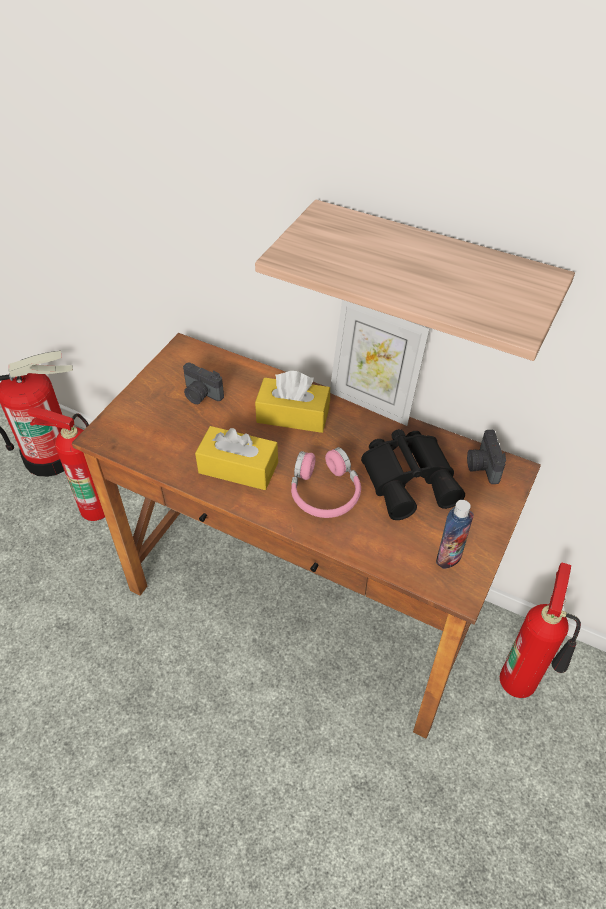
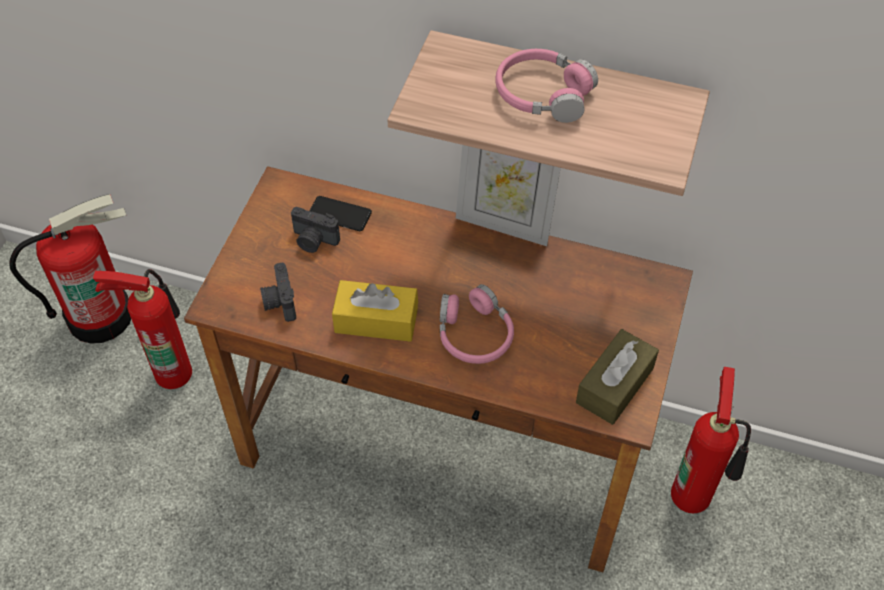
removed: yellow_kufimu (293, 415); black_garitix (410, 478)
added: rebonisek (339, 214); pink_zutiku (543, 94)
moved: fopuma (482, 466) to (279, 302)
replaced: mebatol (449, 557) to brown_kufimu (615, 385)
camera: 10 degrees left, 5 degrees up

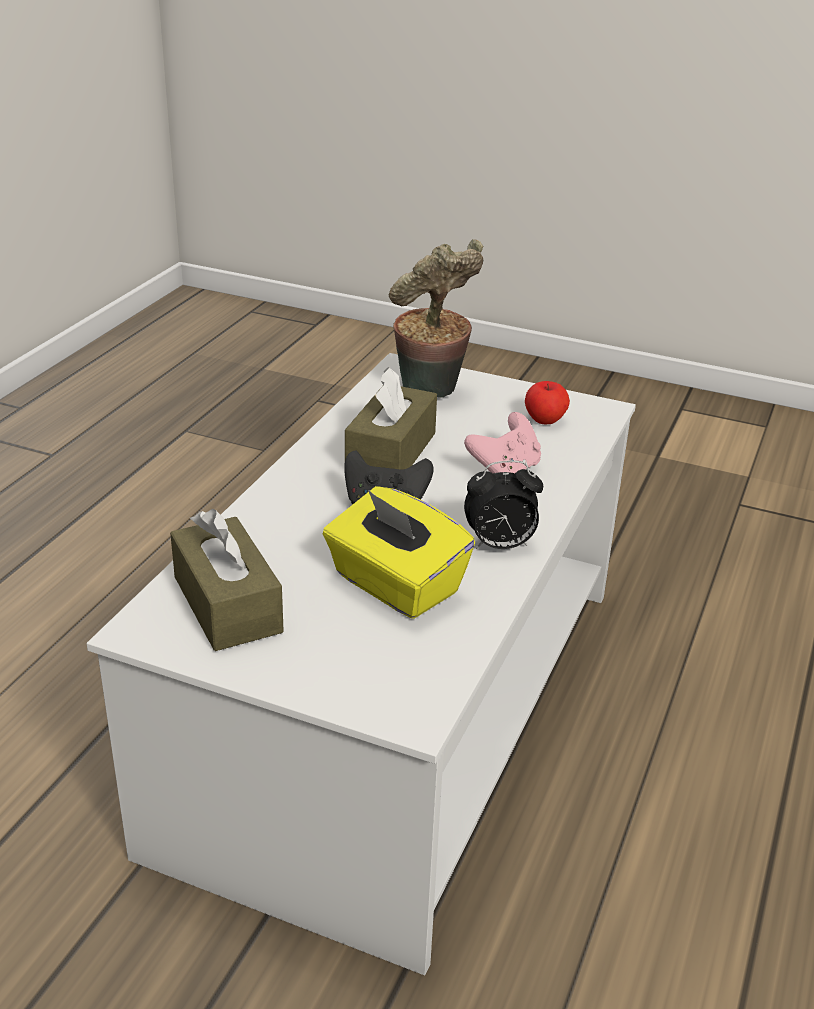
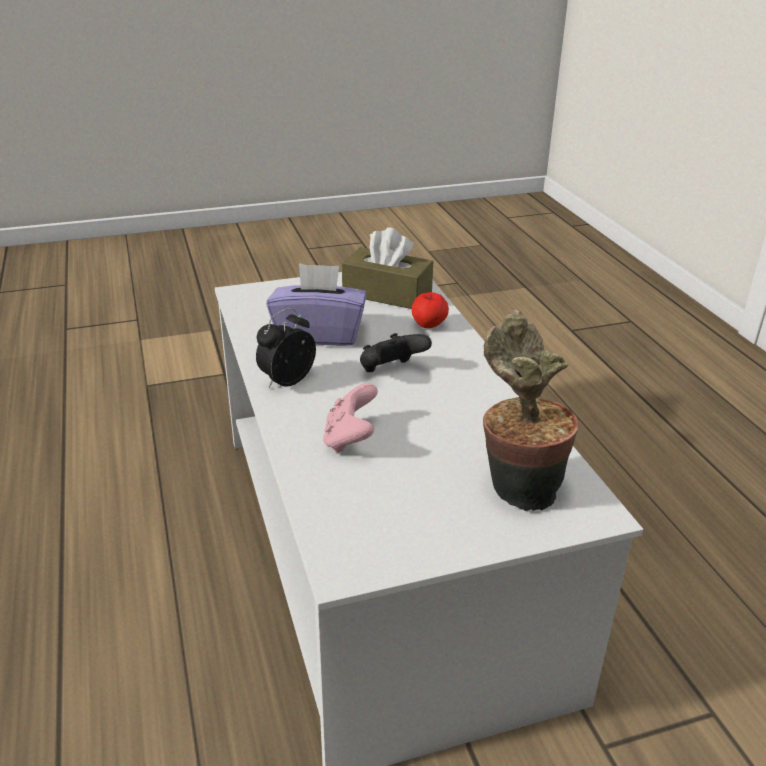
removed: brown_kufimu (391, 452)
moved: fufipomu (545, 420) to (428, 325)
recoloured: yellow_kufimu (395, 585) to purple_kufimu (319, 334)
camera: 140 degrees right, 0 degrees up

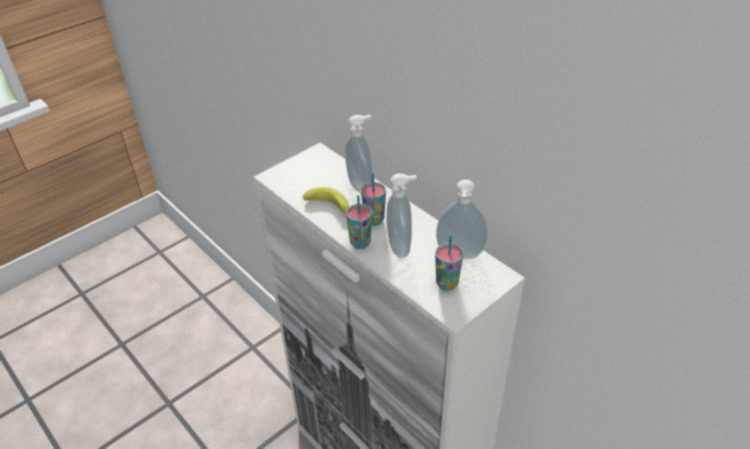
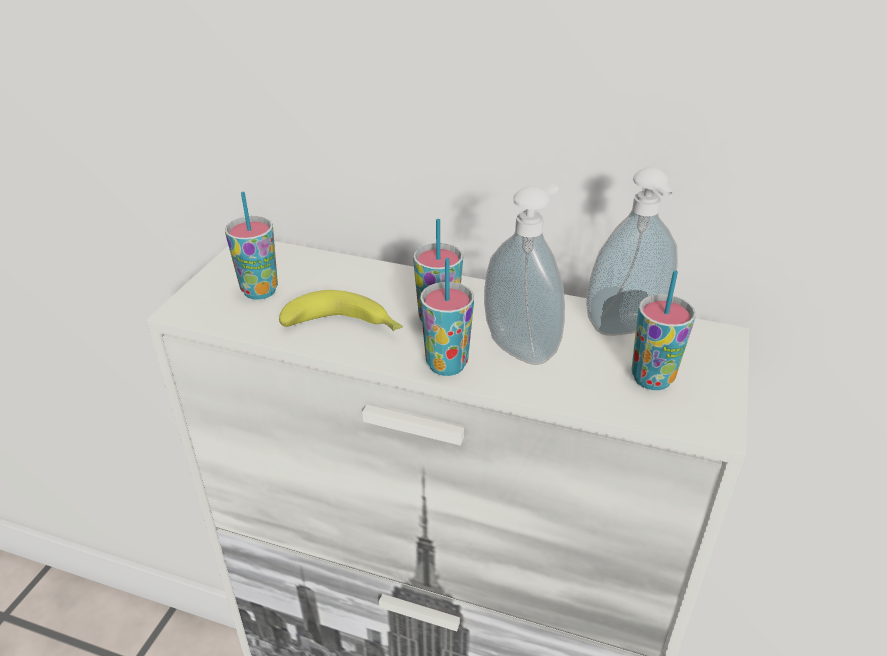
removed: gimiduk (361, 185)
added: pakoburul (260, 291)
camera: 30 degrees left, 5 degrees down

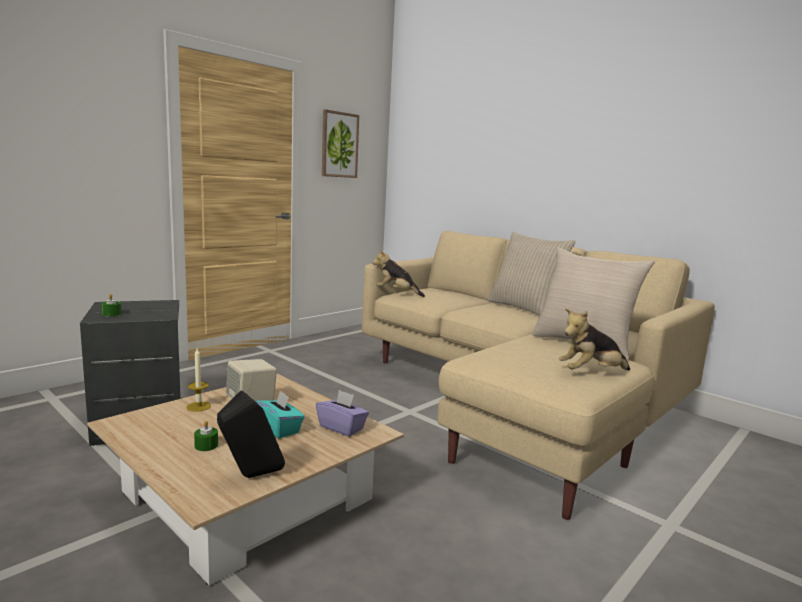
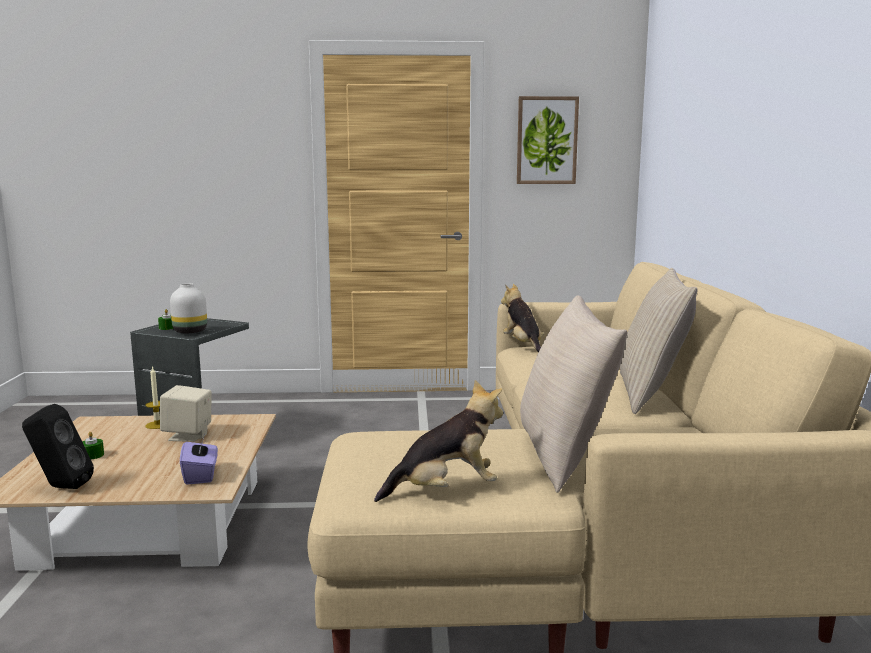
removed: turquoise_kufimu (279, 429)
added: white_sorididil (189, 331)
turned: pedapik (591, 373) = (445, 490) 135 degrees clockwise
camera: 45 degrees right, 0 degrees up

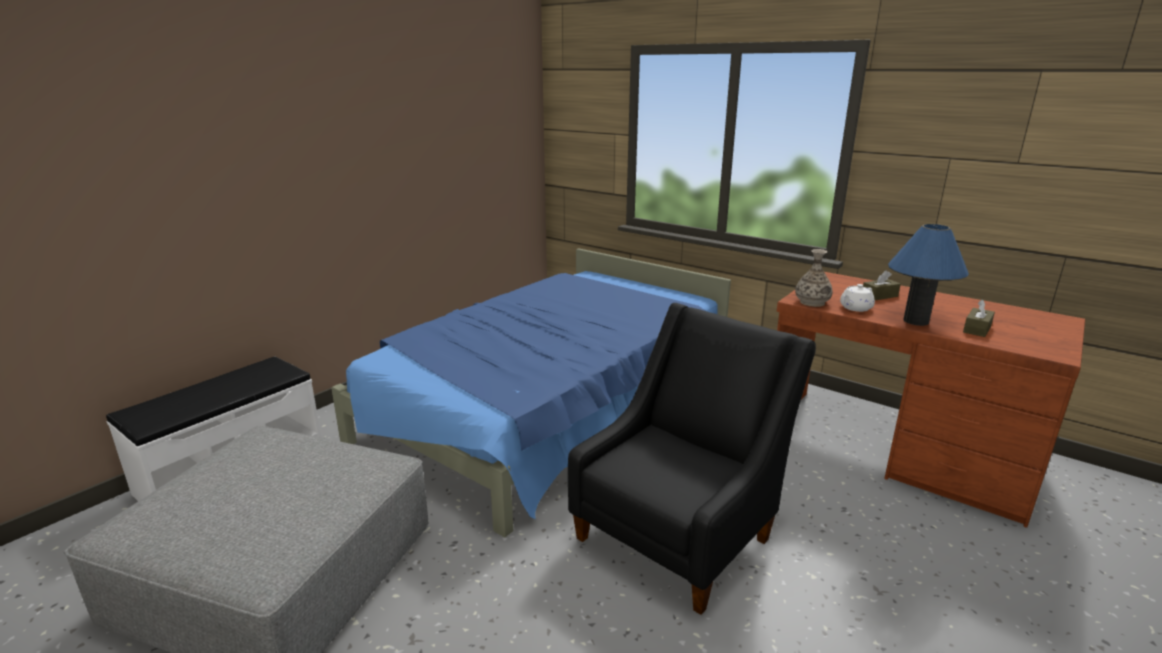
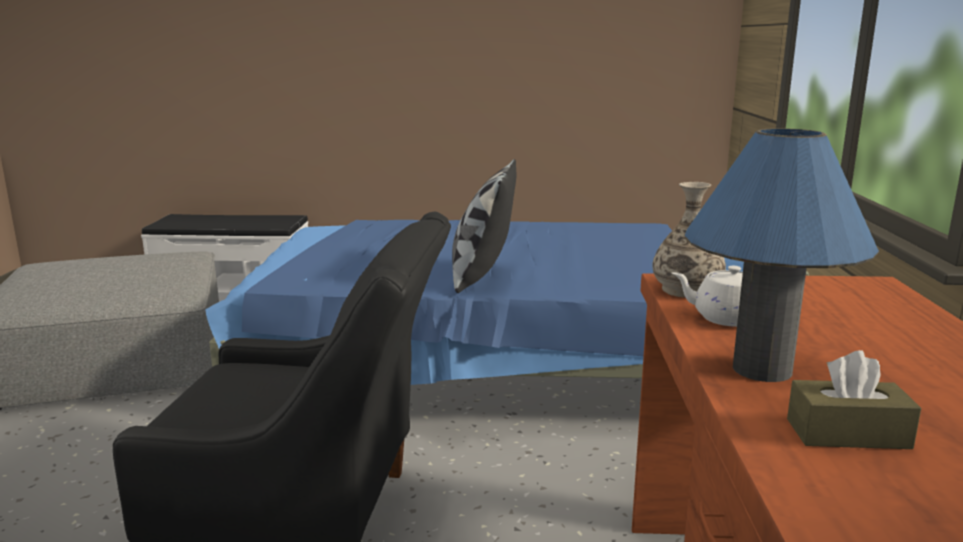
removed: brown_kufimu (879, 296)
added: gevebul (482, 276)
camera: 55 degrees right, 5 degrees down

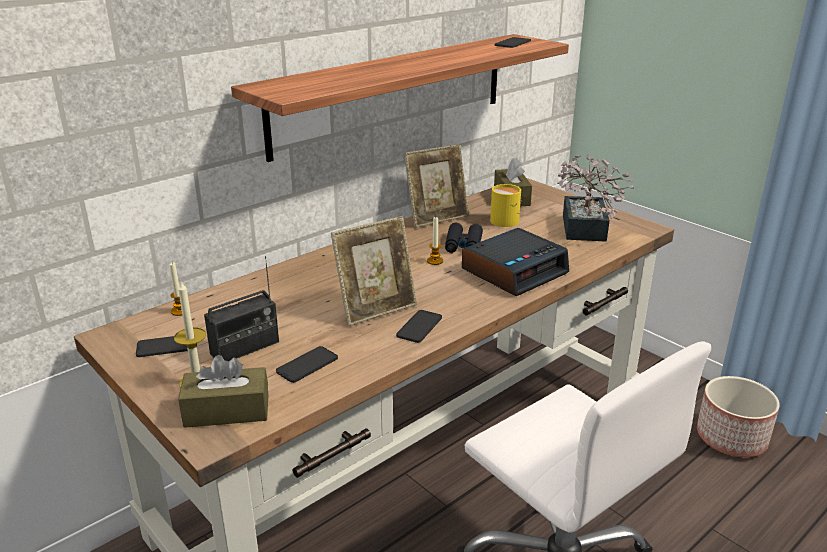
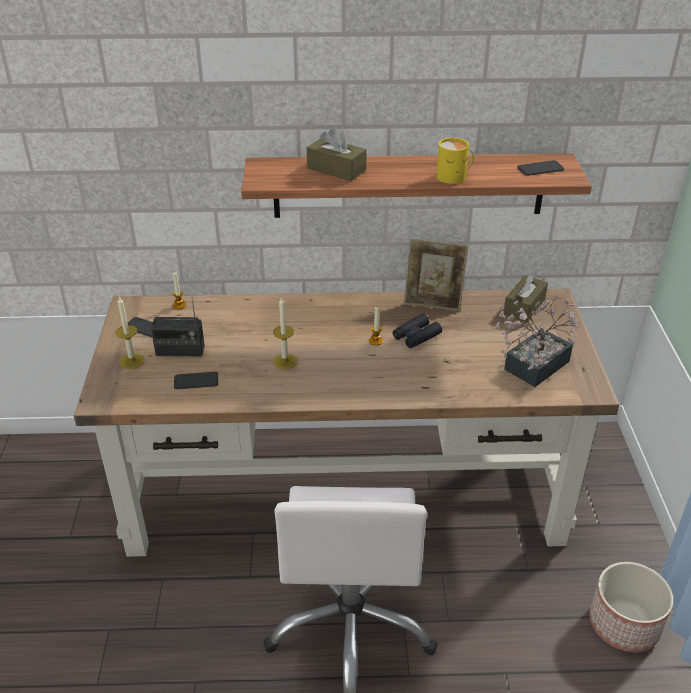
removed: rebonisek (419, 326); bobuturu (514, 271)
moved: brown_kufimu (227, 411) to (336, 169); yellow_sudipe (506, 220) to (454, 176)
replaced: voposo (376, 309) to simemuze (285, 361)
camera: 40 degrees right, 10 degrees up

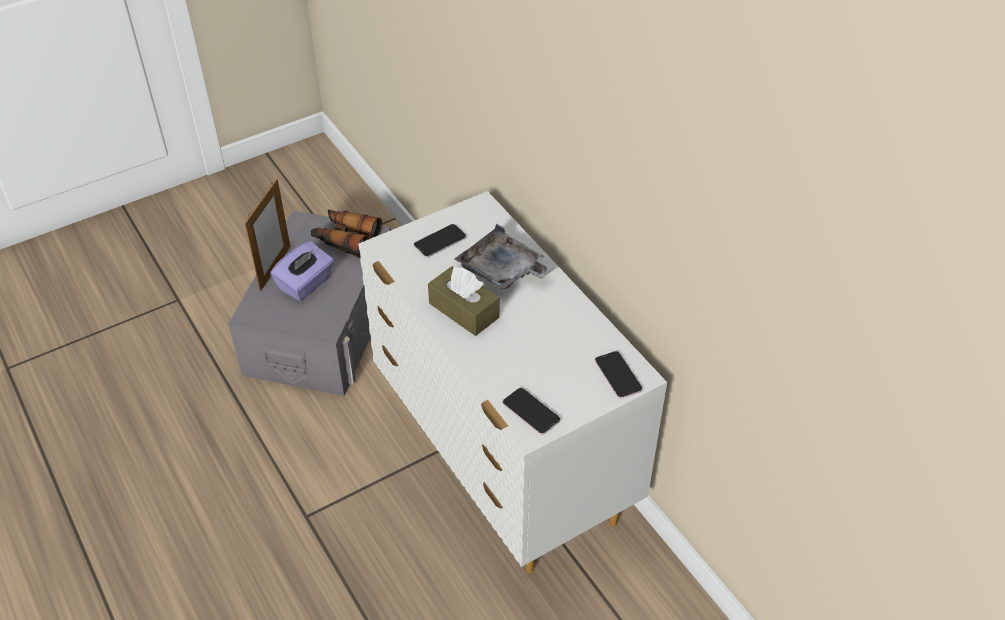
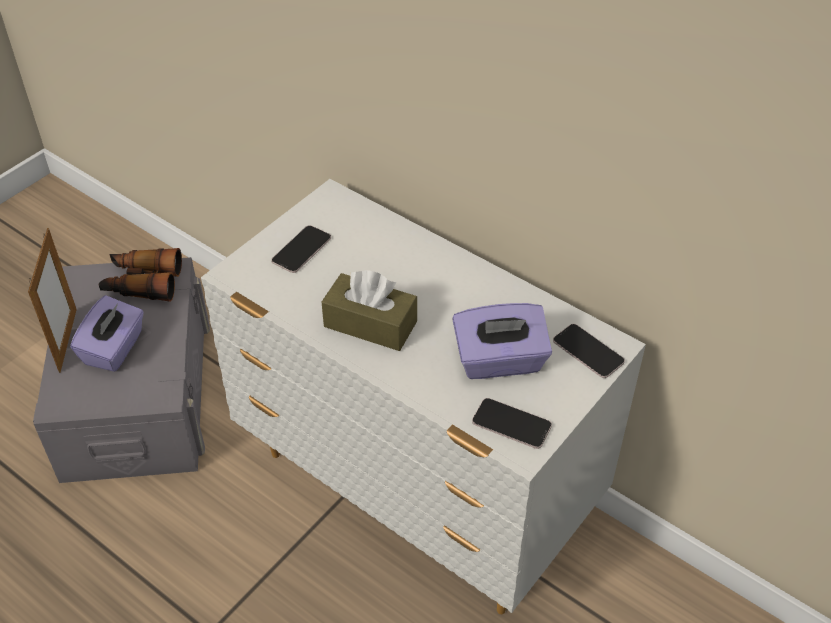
removed: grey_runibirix (503, 271)
added: purple_kufimu (500, 361)
camera: 20 degrees left, 0 degrees up

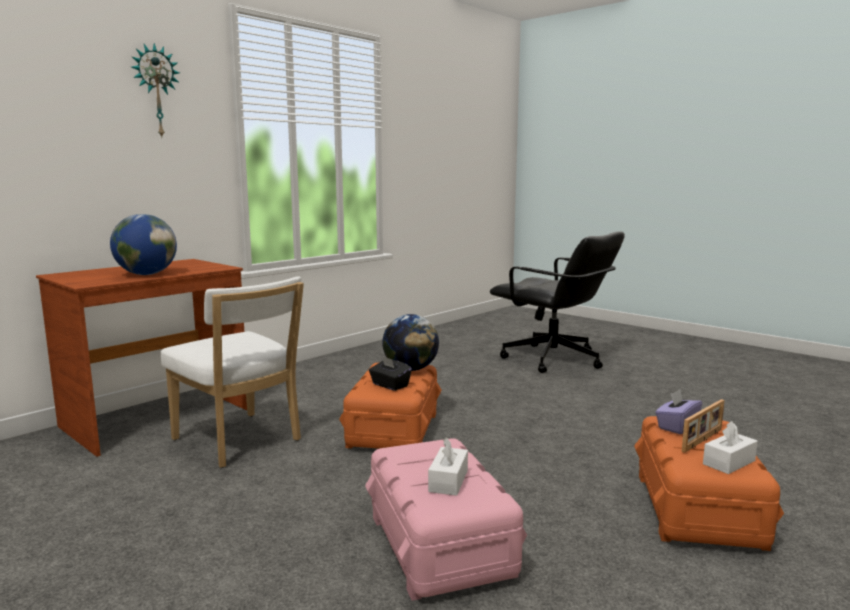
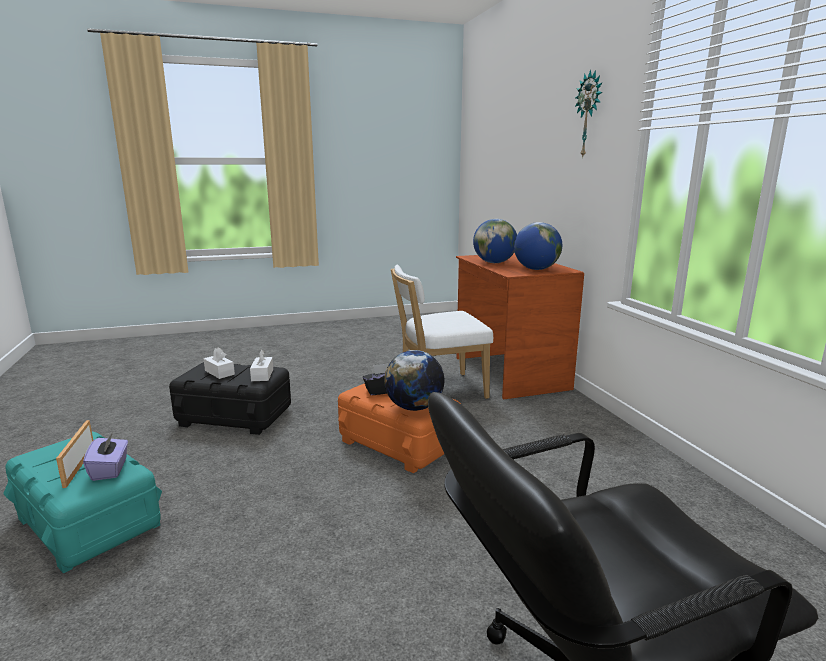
added: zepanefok (536, 269)
moved: white_kufimu (729, 462) to (262, 375)
recoloured: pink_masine (441, 545) to black_masine (234, 416); orange_masine (698, 509) to turquoise_masine (87, 522)
camera: 120 degrees right, 5 degrees up

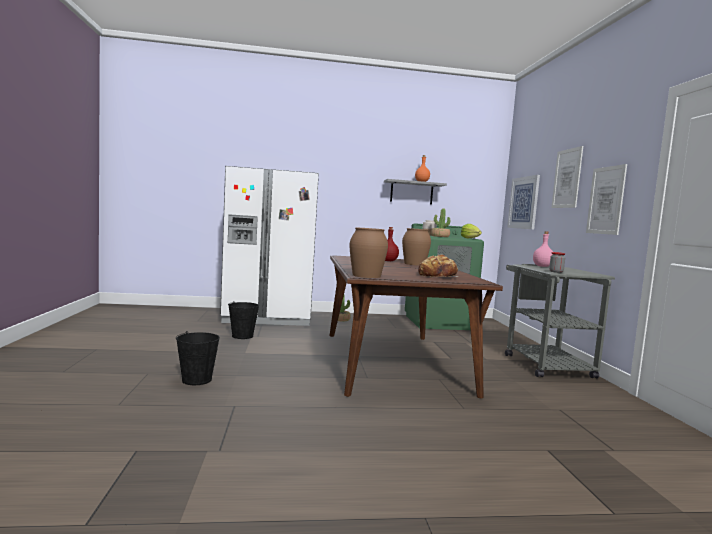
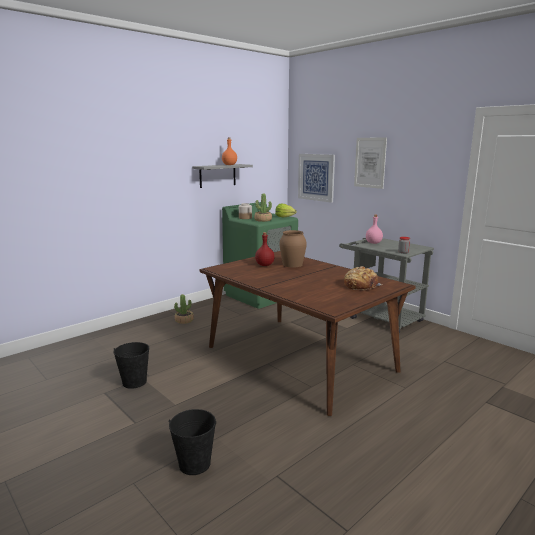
removed: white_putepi (268, 317); brown_sorididil (366, 275); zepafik (606, 200)
camera: 35 degrees left, 10 degrees up

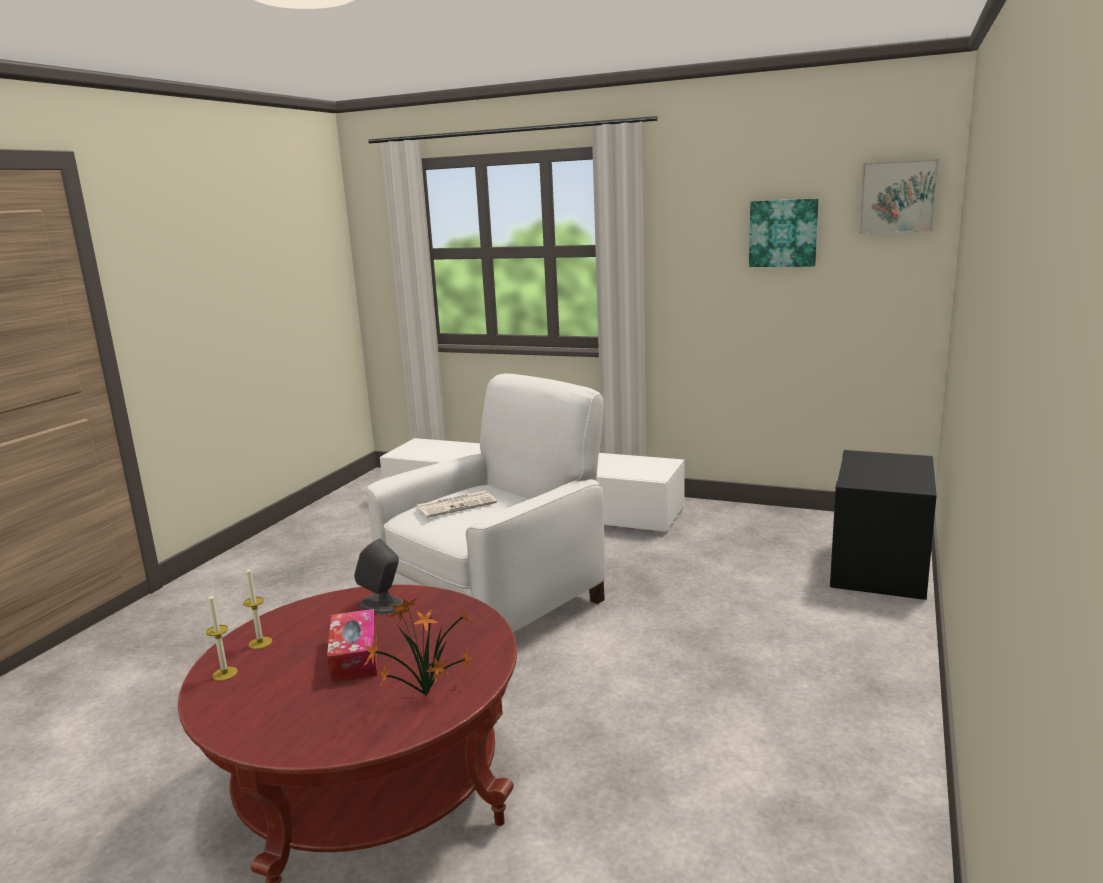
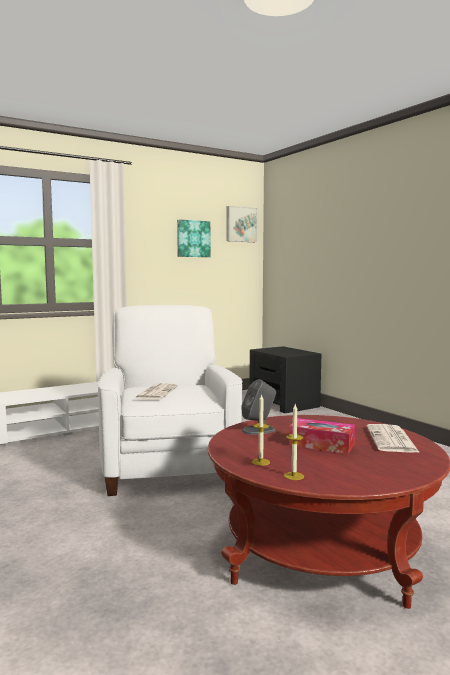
replaced: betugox (423, 696) to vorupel (392, 440)
camera: 55 degrees left, 10 degrees down

